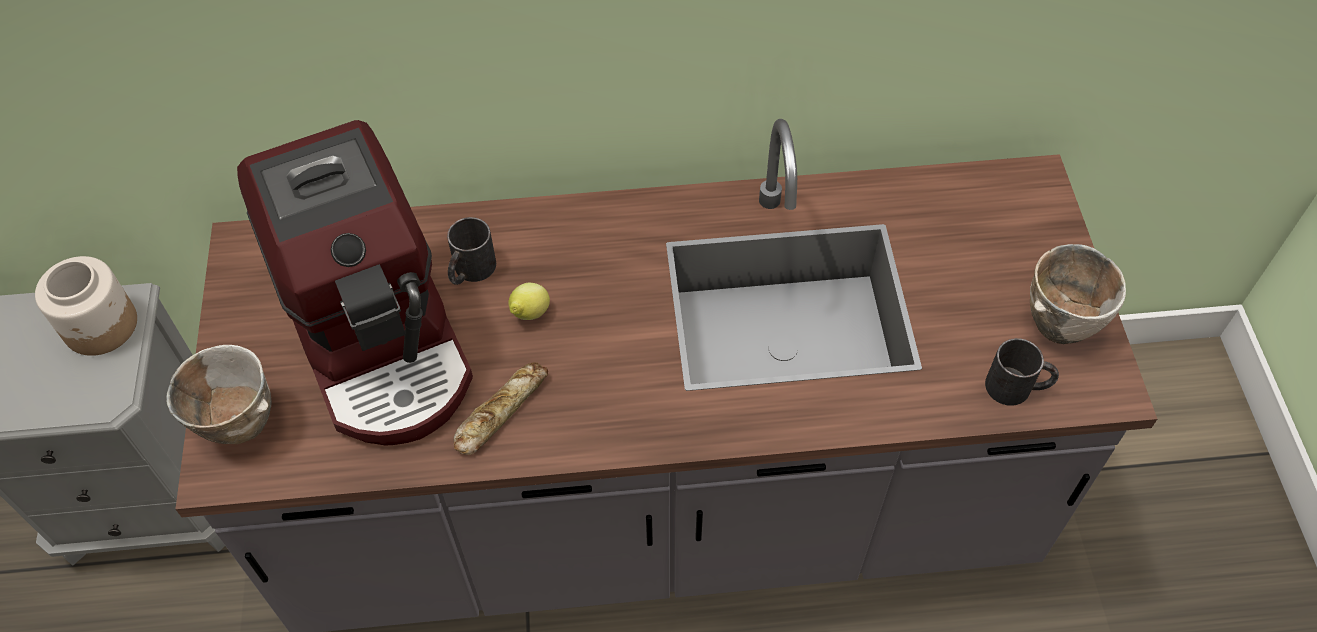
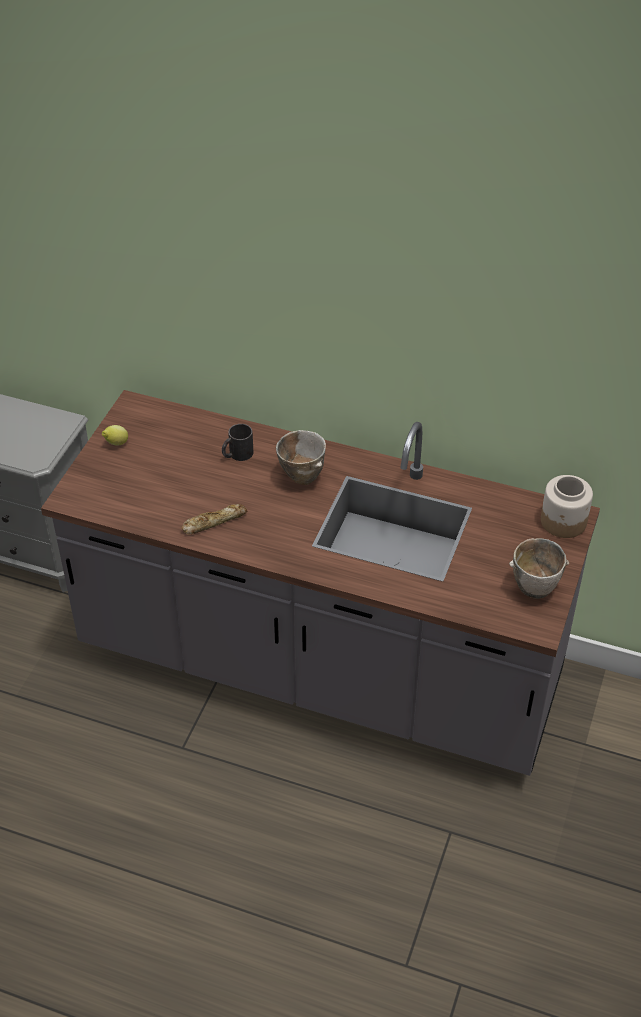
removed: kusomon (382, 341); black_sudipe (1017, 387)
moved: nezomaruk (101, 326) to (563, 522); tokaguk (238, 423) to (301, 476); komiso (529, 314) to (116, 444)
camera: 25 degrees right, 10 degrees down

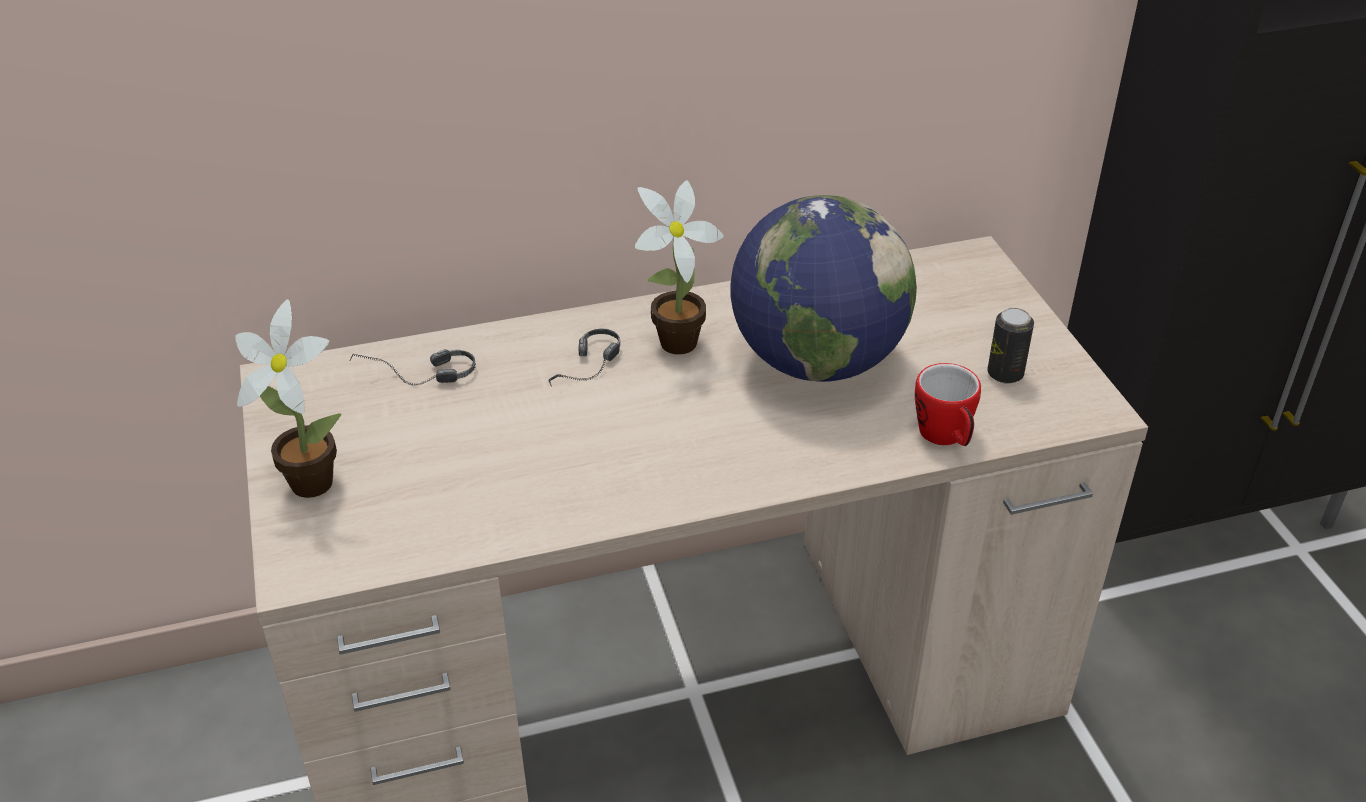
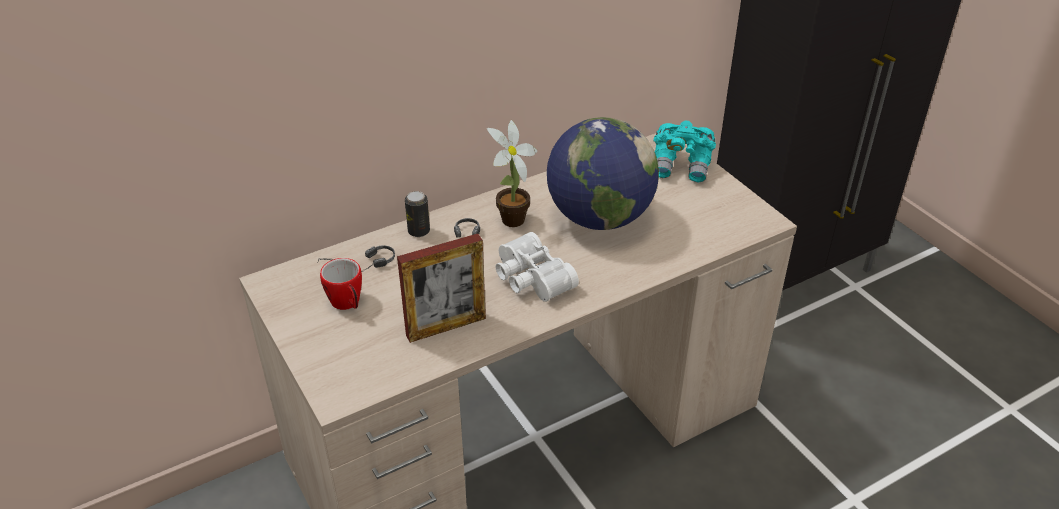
removed: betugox (308, 479)
added: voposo (446, 327); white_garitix (530, 279); turquoise_garitix (682, 165)
moved: sudipe (946, 437) to (348, 304); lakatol (1005, 374) to (419, 231)
camera: 15 degrees left, 0 degrees up

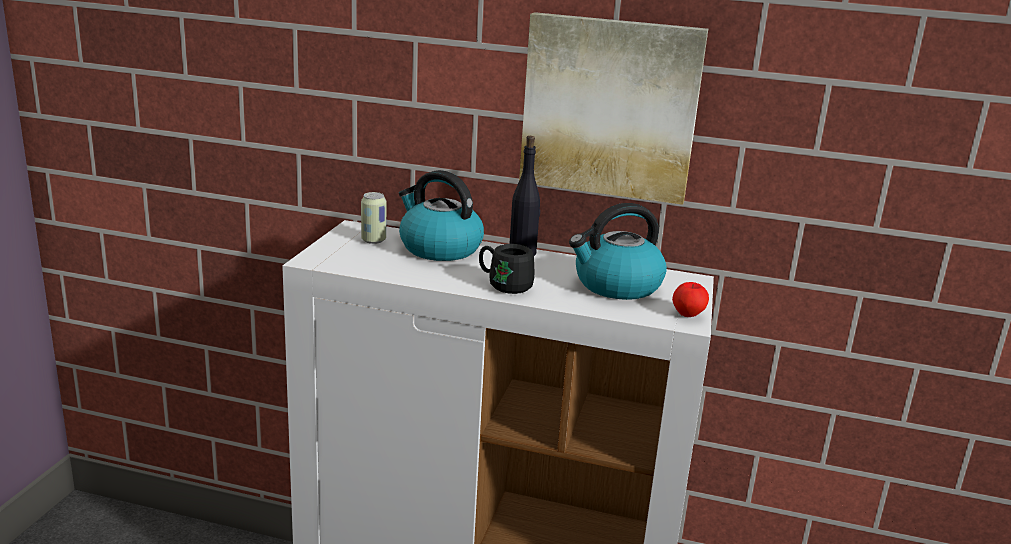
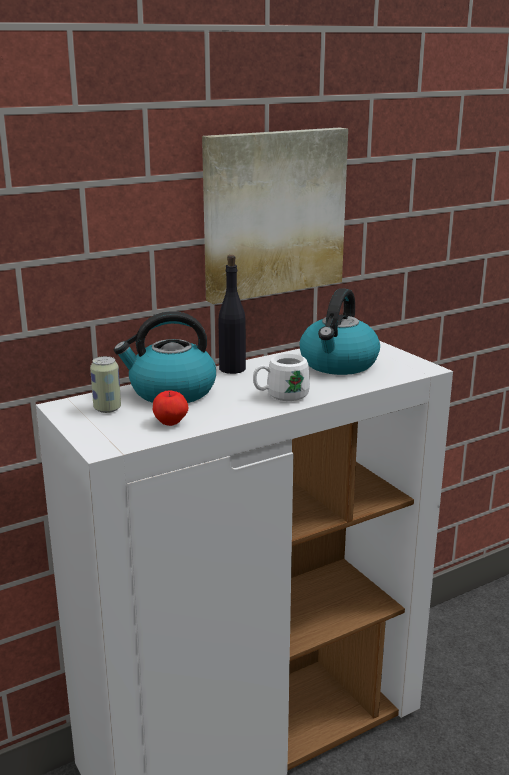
moved: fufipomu (688, 314) to (171, 422)
recoloured: black_sudipe (504, 285) to white_sudipe (280, 396)
camera: 45 degrees left, 0 degrees up

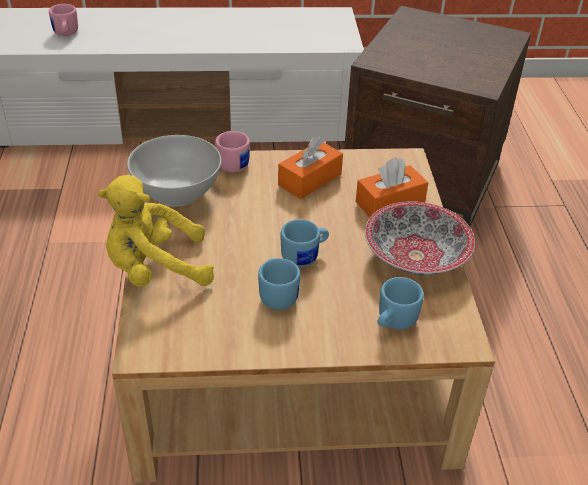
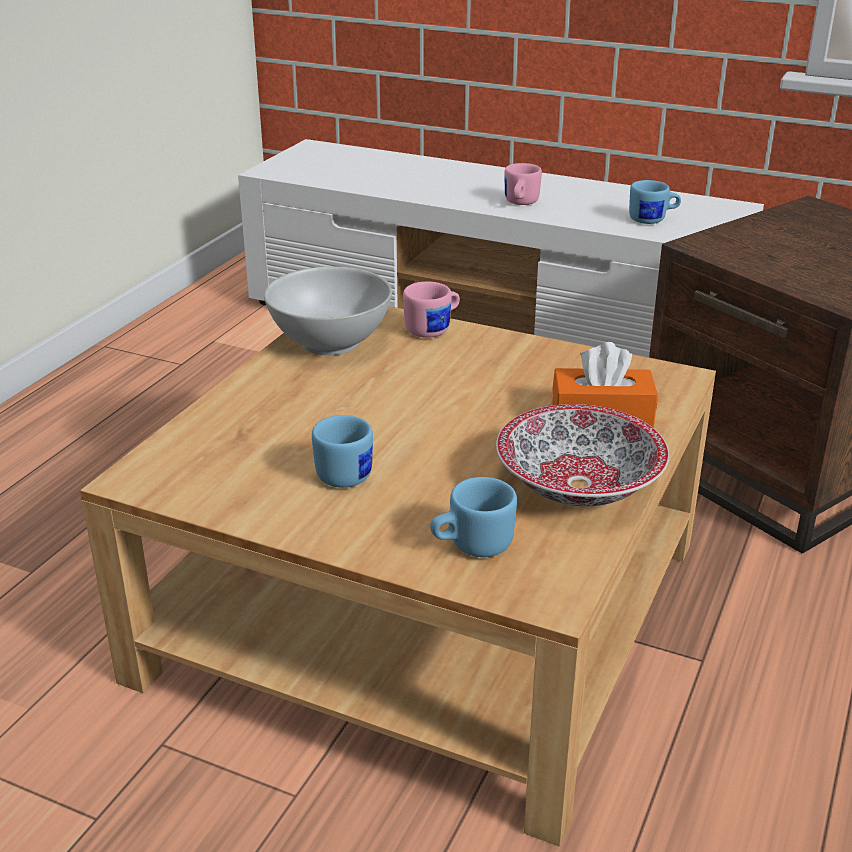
removed: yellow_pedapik (155, 270); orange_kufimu (309, 180)
moved: pink_sudipe (65, 34) to (519, 203); blue_sudipe (305, 256) to (653, 220)
camera: 30 degrees right, 10 degrees down

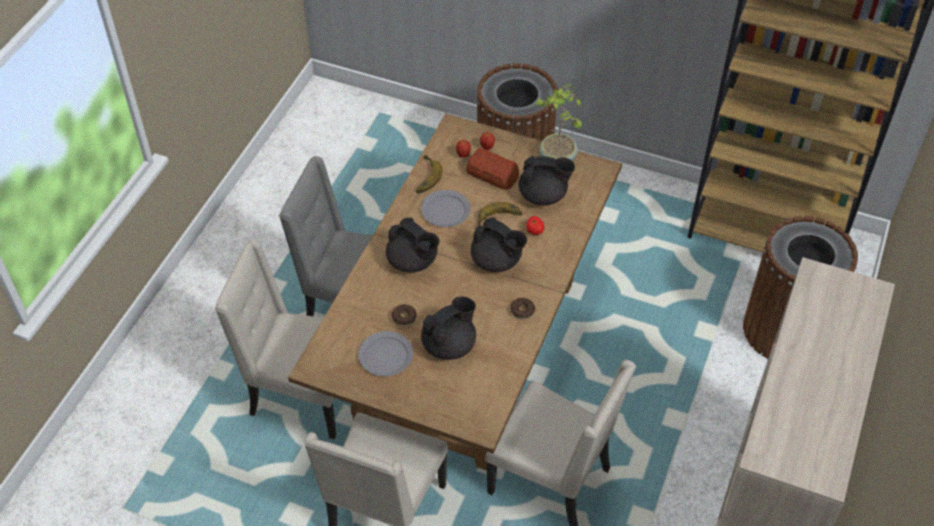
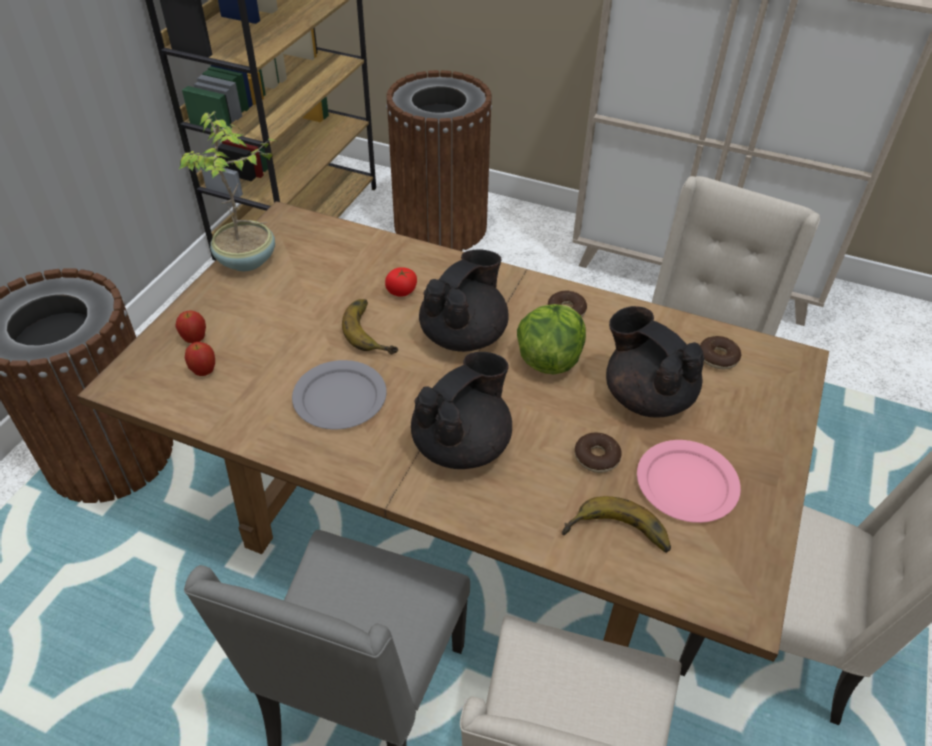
removed: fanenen (492, 174); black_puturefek (543, 195)
added: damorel (549, 359); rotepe (718, 357)
moved: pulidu (423, 177) to (617, 538)
recoloured: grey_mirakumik (385, 355) to pink_mirakumik (687, 484)
camera: 90 degrees left, 5 degrees down

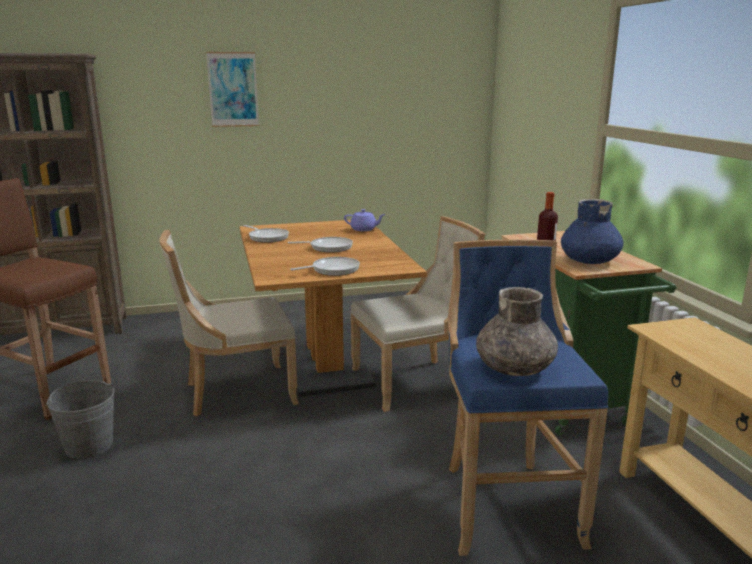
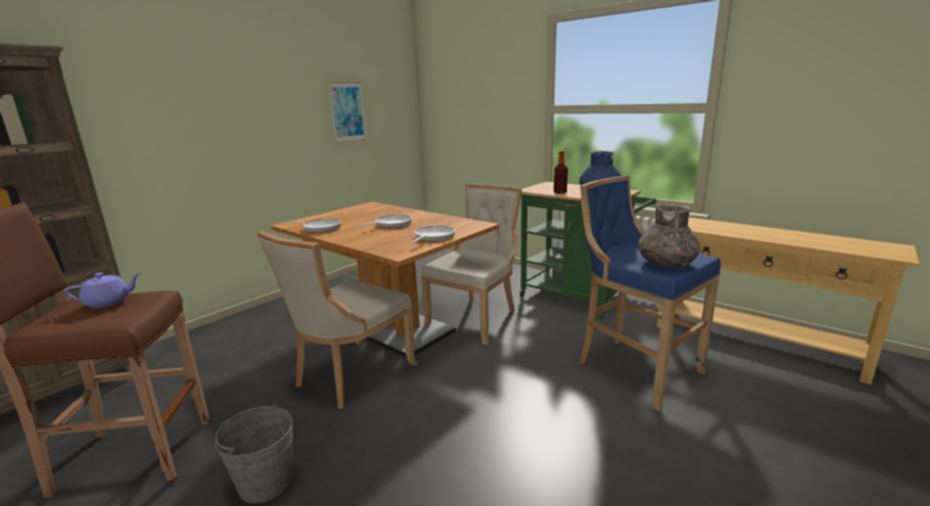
moved: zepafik (233, 89) to (347, 112); purple_puturefek (364, 229) to (109, 302)
camera: 35 degrees left, 0 degrees up

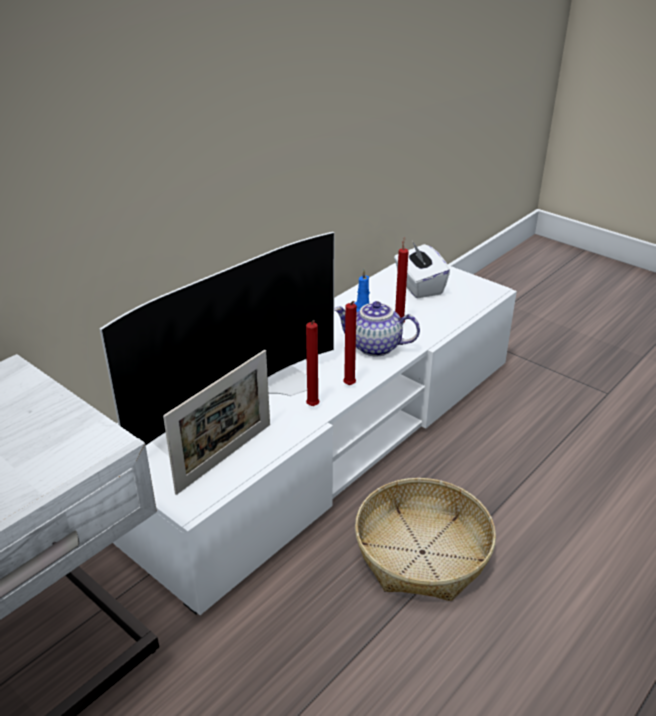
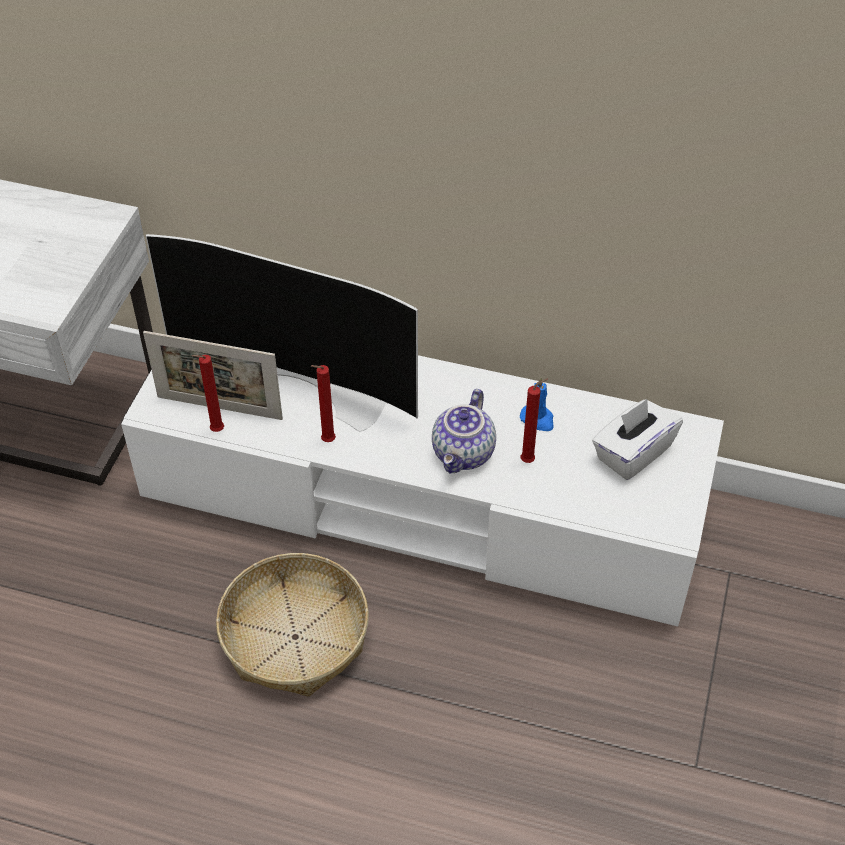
moved: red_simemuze (349, 386) to (215, 431)
turned: puturefek (374, 347) = (464, 454) 150 degrees counterclockwise
camera: 65 degrees right, 15 degrees up

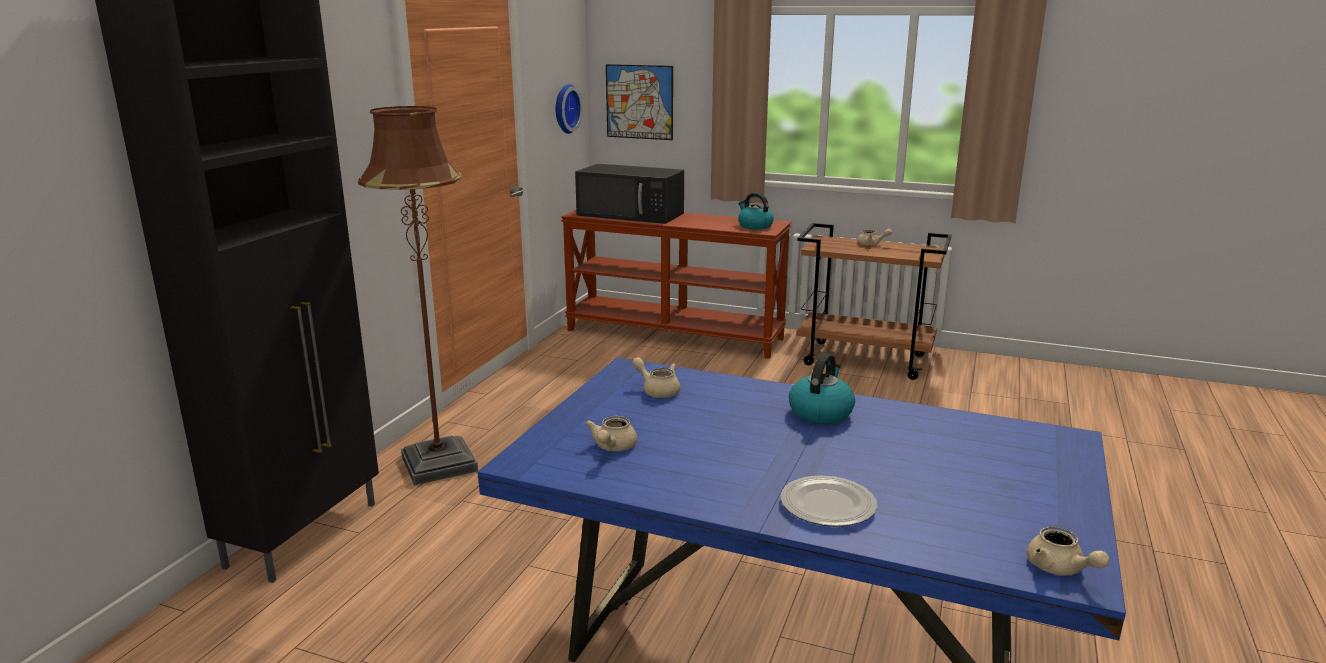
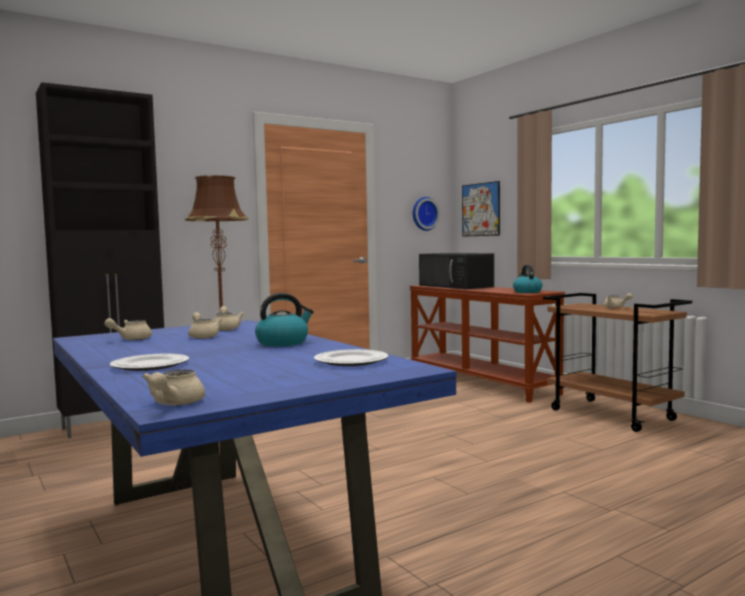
added: beige_puturefek (203, 336); mirakumik (351, 361)
camera: 35 degrees right, 15 degrees down

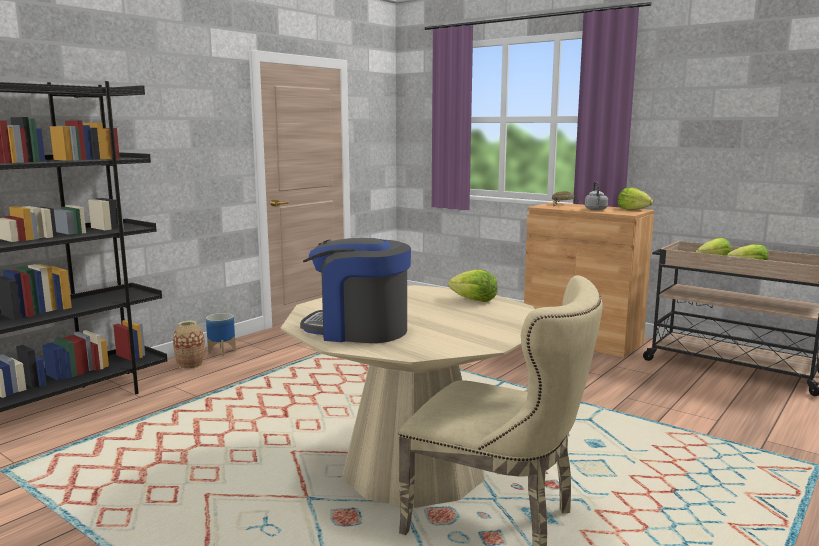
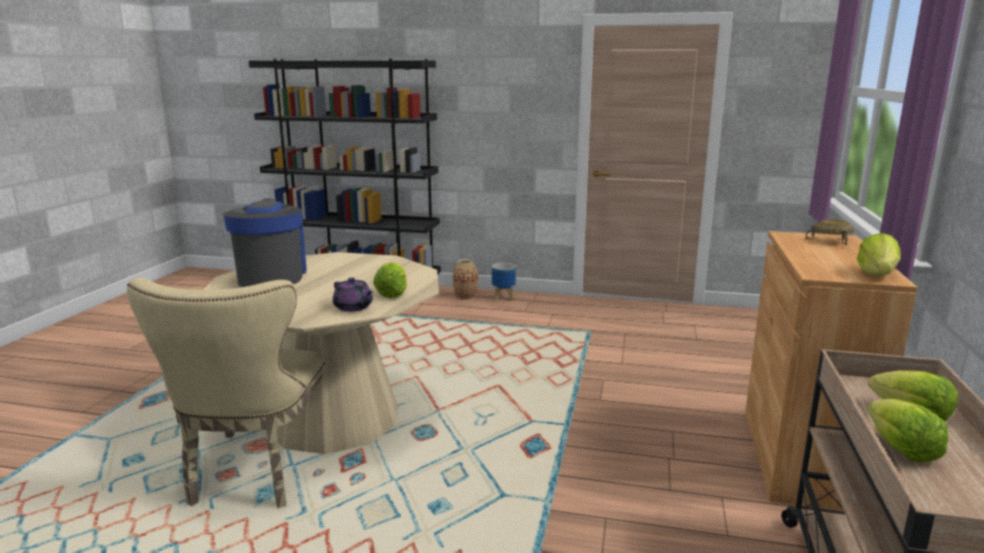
removed: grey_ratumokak (596, 209)
added: purple_puturefek (353, 307)
camera: 65 degrees right, 5 degrees up

